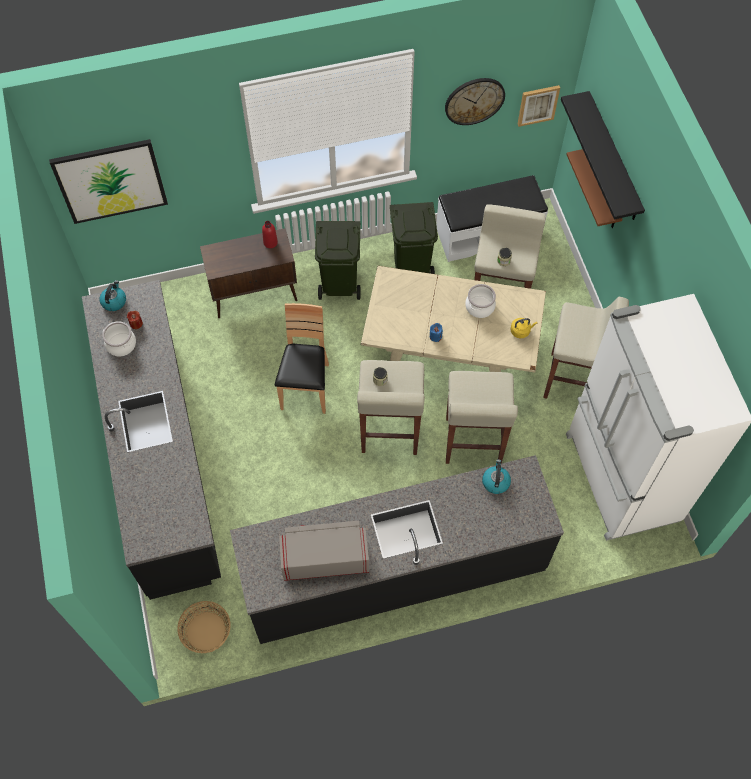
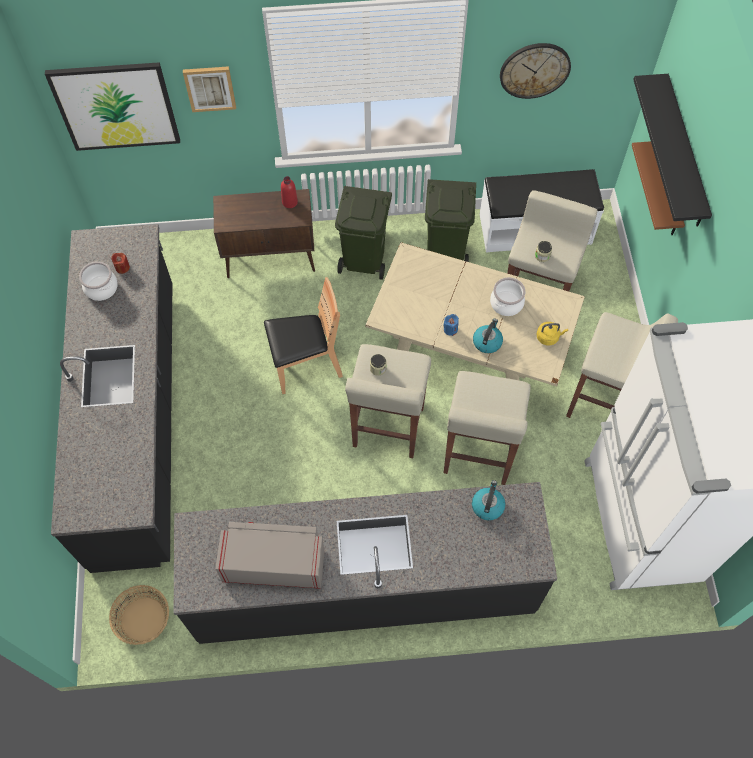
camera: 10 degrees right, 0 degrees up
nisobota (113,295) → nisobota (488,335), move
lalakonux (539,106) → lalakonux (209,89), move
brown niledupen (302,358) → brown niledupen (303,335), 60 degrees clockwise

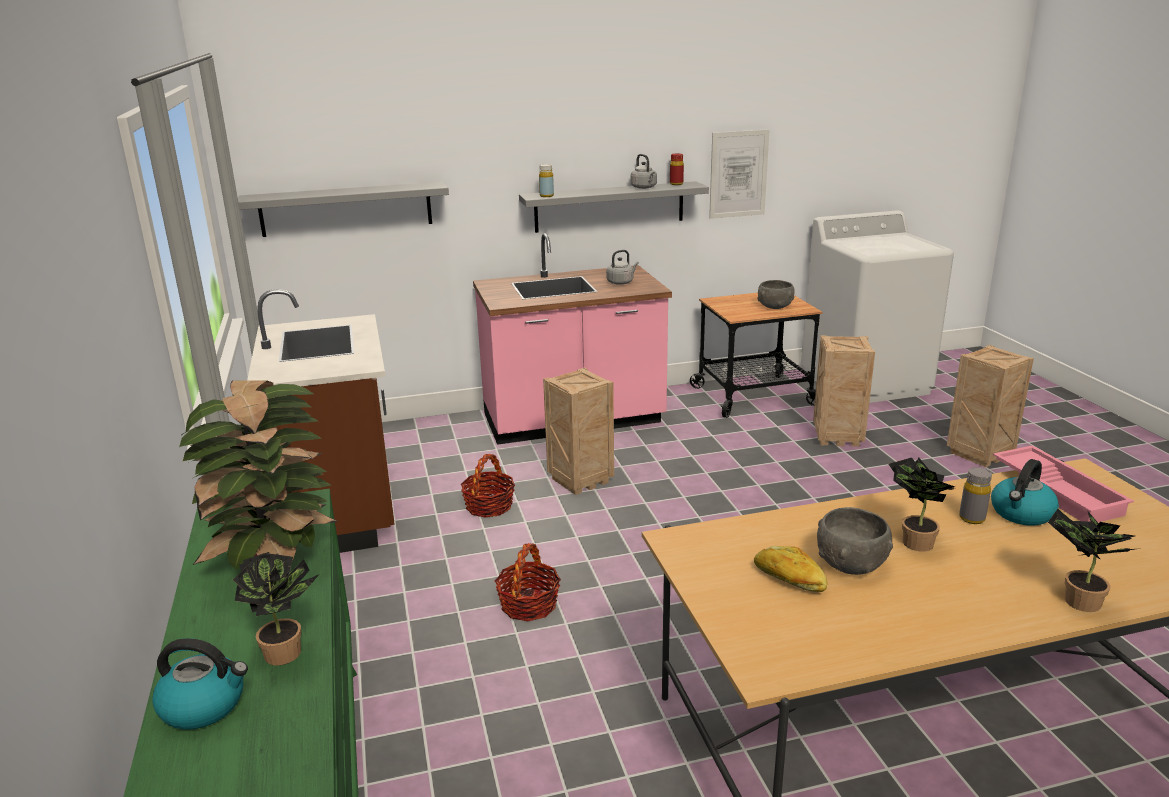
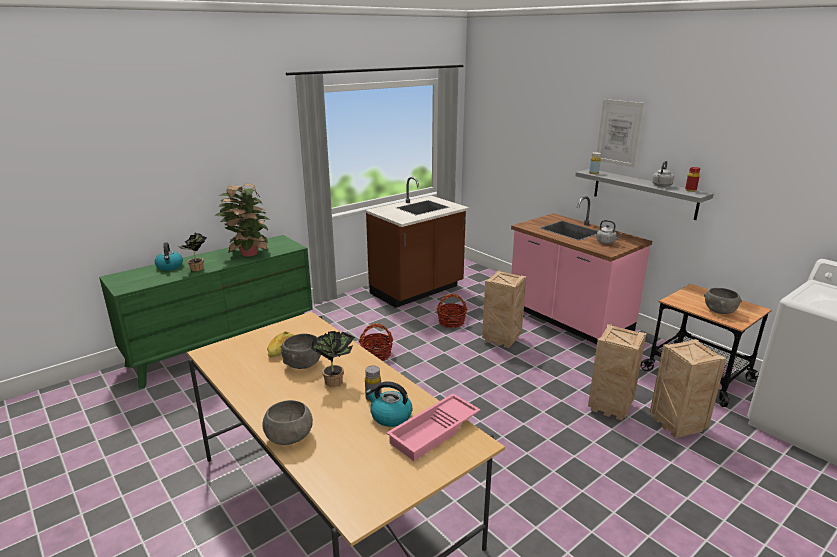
camera: 65 degrees right, 0 degrees up
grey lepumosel (343,209) → -
lalakonux (739,174) → lalakonux (620,133), move
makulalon (990,406) → makulalon (617,372), move
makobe (1094,560) → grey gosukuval (287,422)

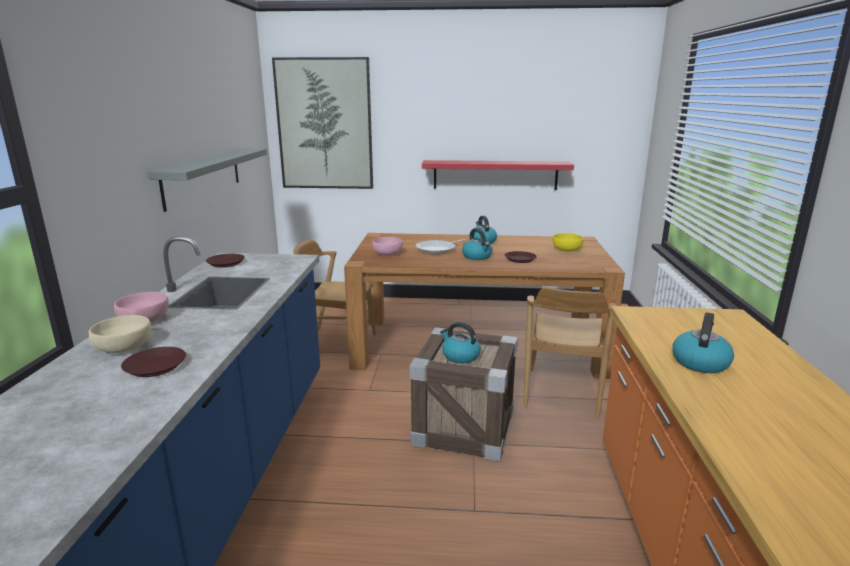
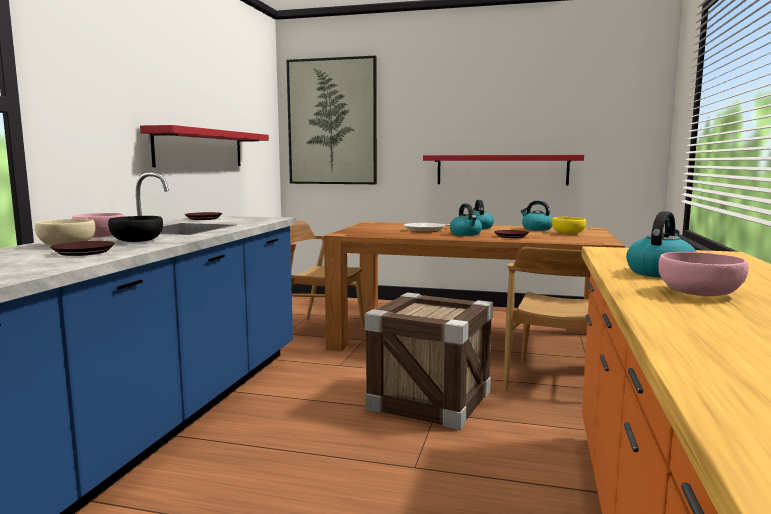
camera: 10 degrees right, 10 degrees down
- → black gosukuval (135,229)
pink gosukuval (387,246) → pink gosukuval (703,274), move
nisobota (460,342) → nisobota (536,216), move
grey lepumosel (207,180) → red lepumosel (204,146)

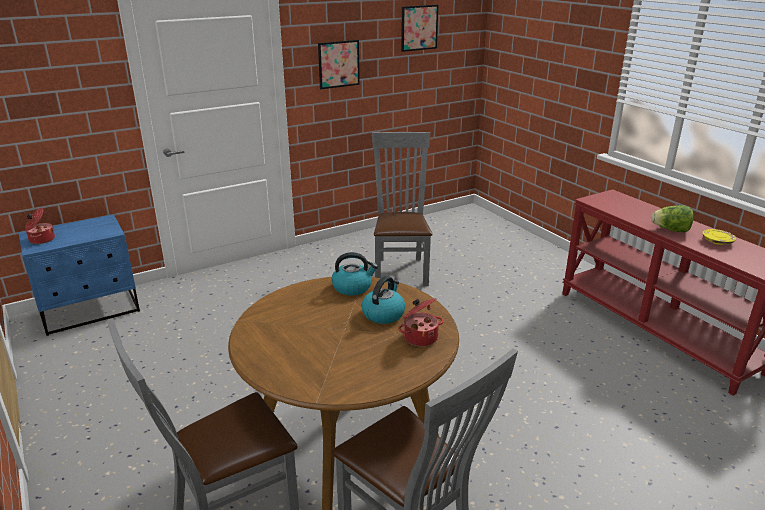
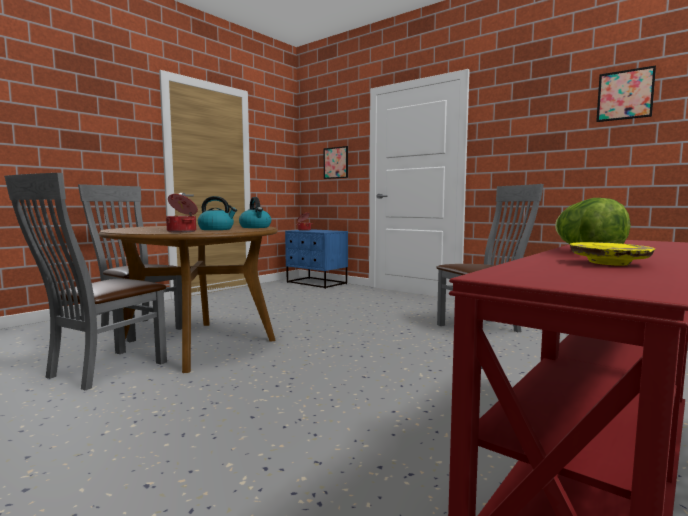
camera: 70 degrees right, 20 degrees down
lalakonux (339,64) → lalakonux (336,162), move

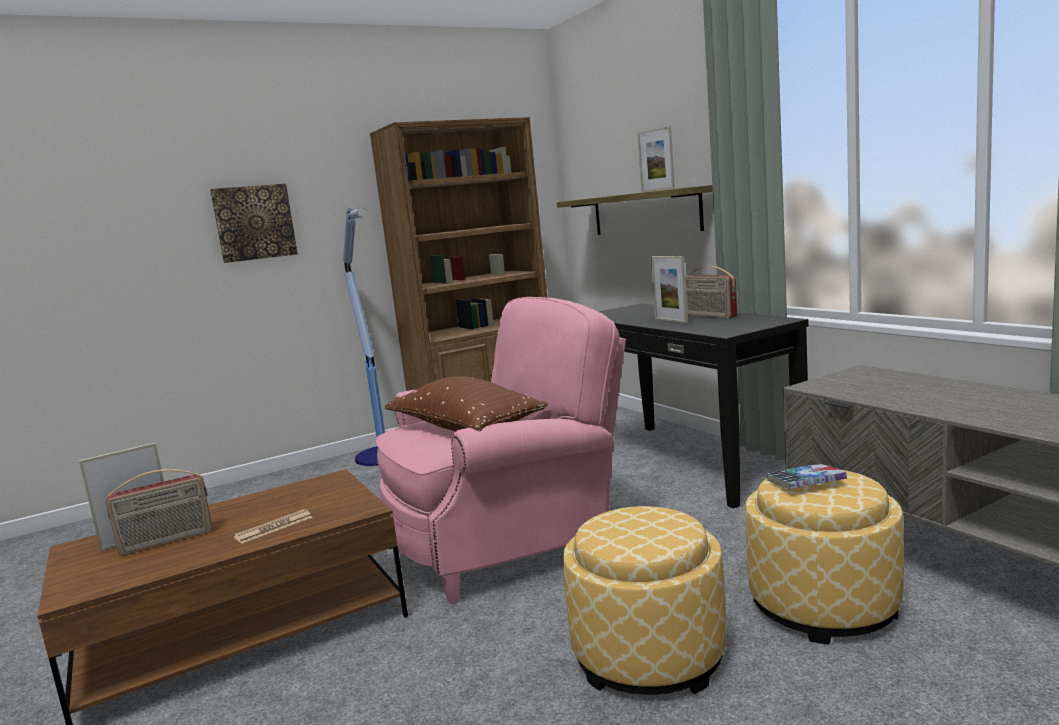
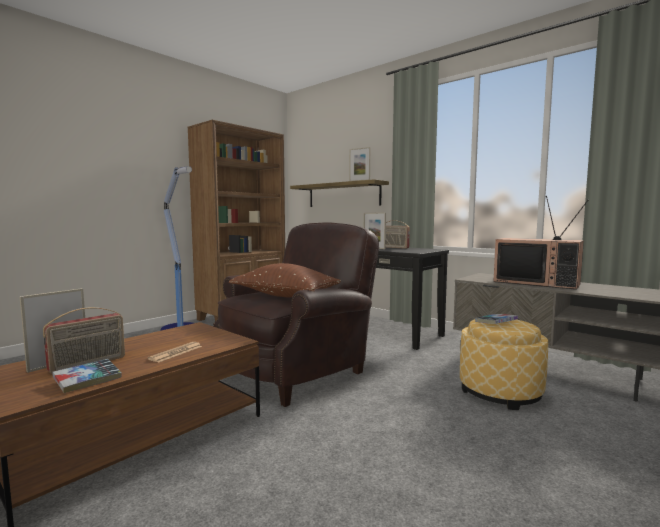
camera: 20 degrees left, 5 degrees down
lalakonux (254,223) → -
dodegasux (644,600) → -
- → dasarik (87,376)
- → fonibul (541,243)
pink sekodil (501,450) → brown sekodil (296,314)

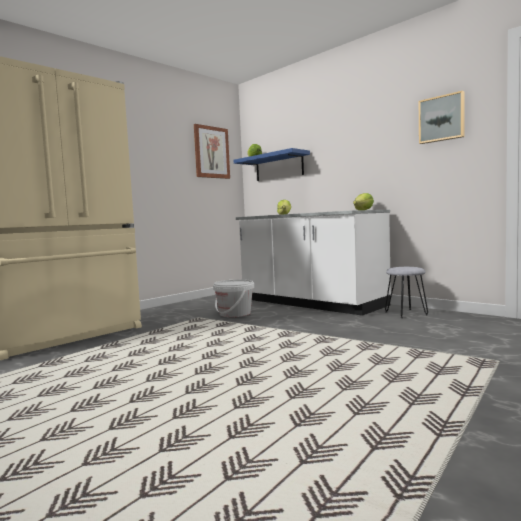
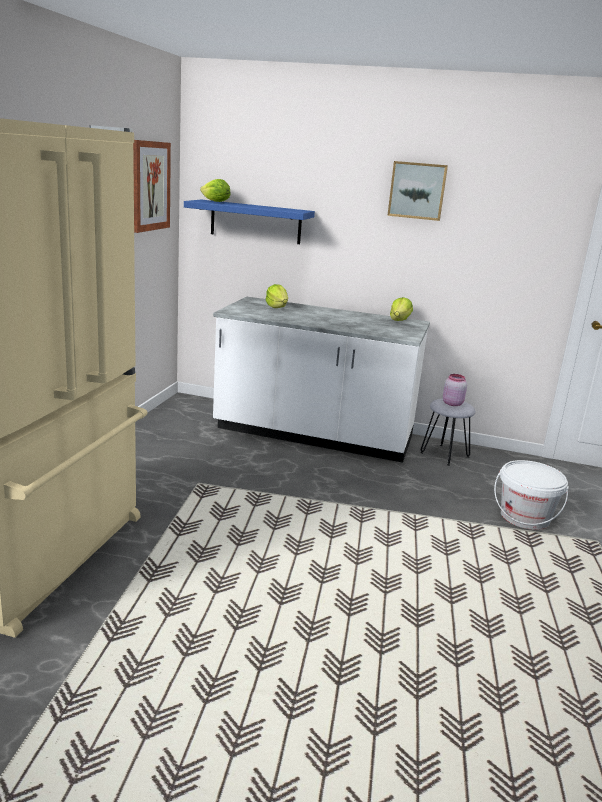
camera: 30 degrees left, 15 degrees up
- → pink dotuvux (455,390)
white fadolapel (233,298) → white fadolapel (531,495), move
lalakonux (442,117) → lalakonux (417,191), move

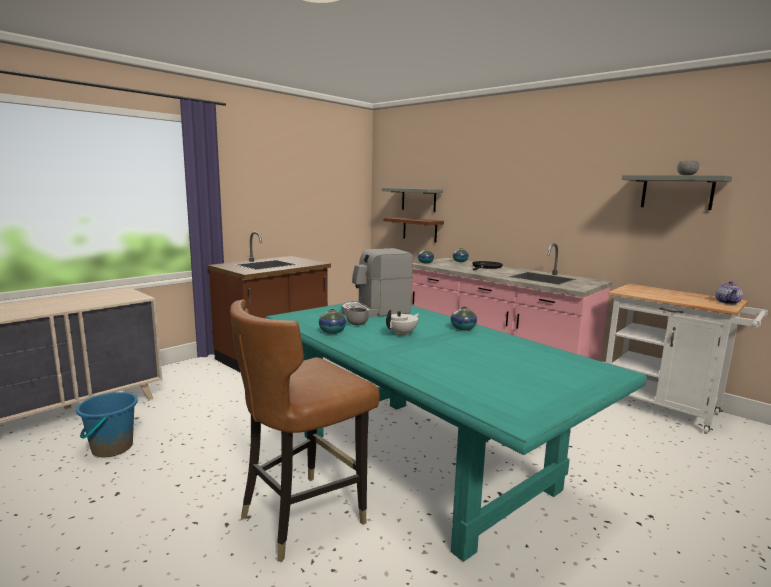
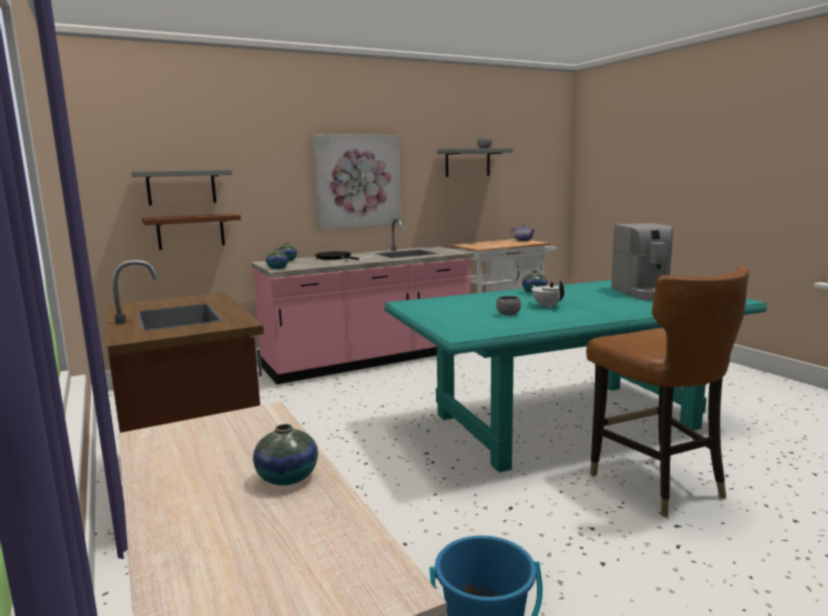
camera: 70 degrees left, 0 degrees up
- → lalakonux (356,182)
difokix (332,321) → difokix (285,454), move
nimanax (377,283) → nimanax (642,262), move

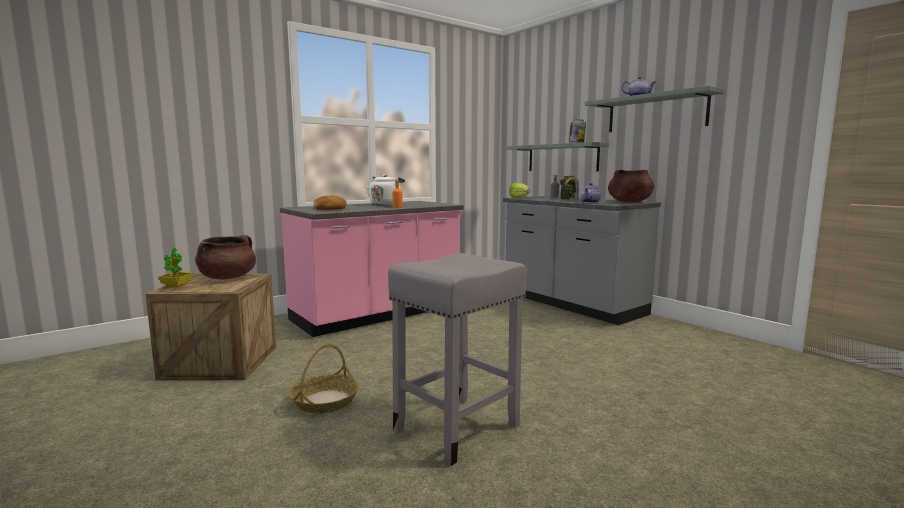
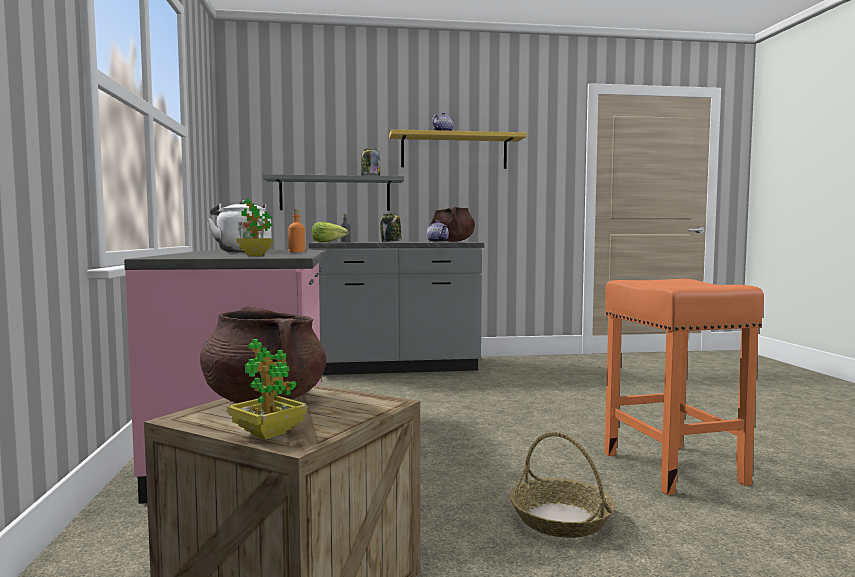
camera: 60 degrees left, 5 degrees down
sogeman (329,202) → makobe (255,227)
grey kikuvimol (457,359) → orange kikuvimol (684,387)
grey lepumosel (655,109) → yellow lepumosel (458,149)

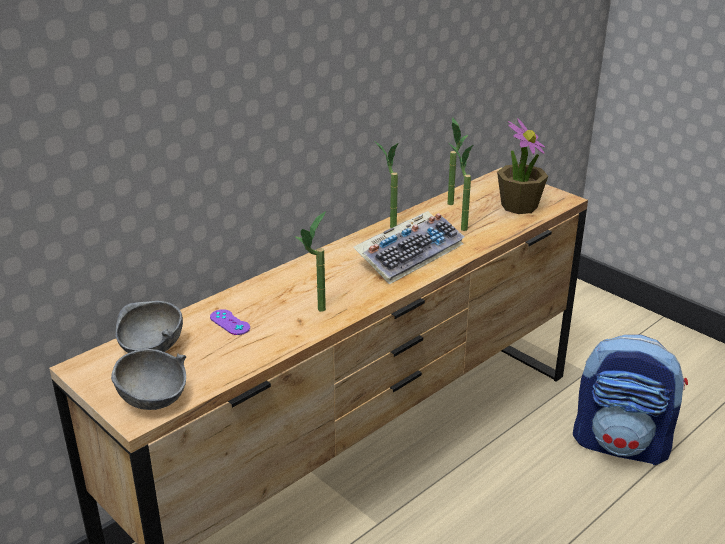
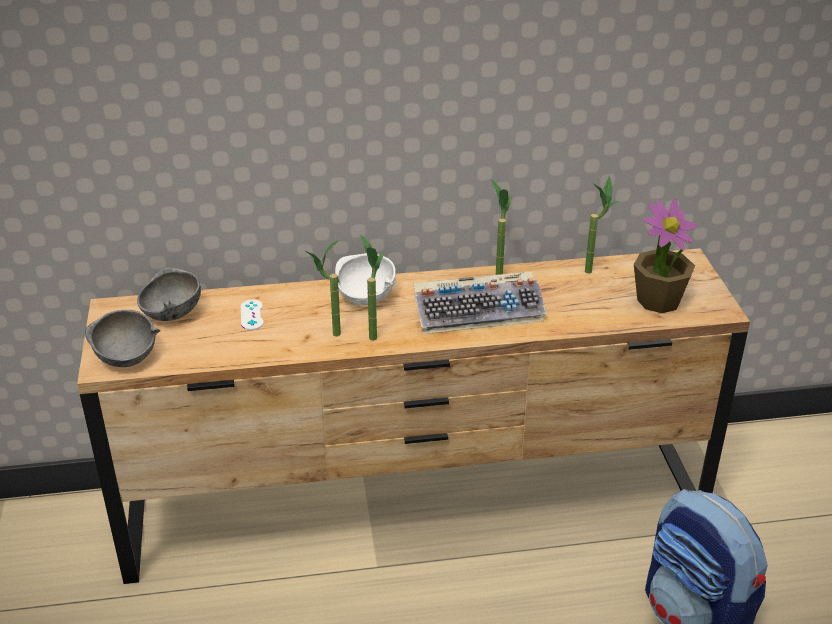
camera: 35 degrees right, 5 degrees up
- → white gosukuval (365,279)
makobe (461,187) → makobe (372,288), move
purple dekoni (230,322) → white dekoni (252,315)

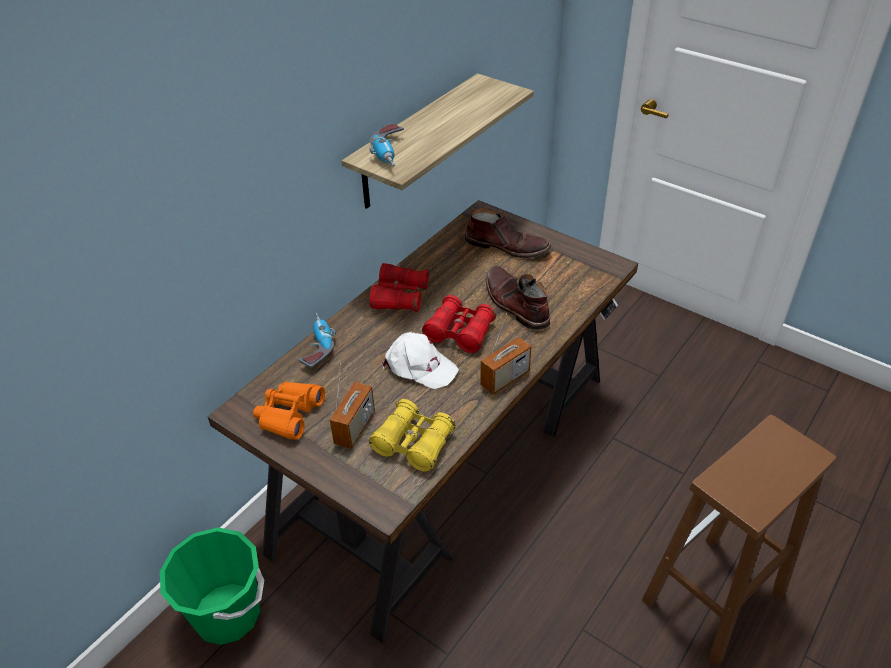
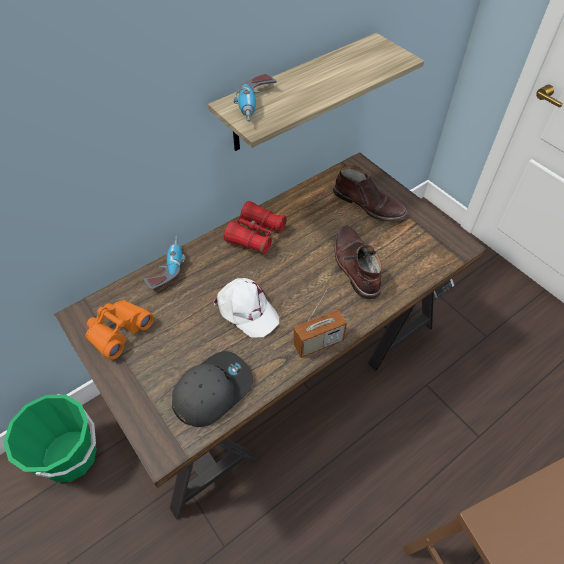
camera: 15 degrees right, 10 degrees up
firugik (352,406) → -
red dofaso (459,324) → -
yellow dofaso (412,435) → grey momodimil (212,389)

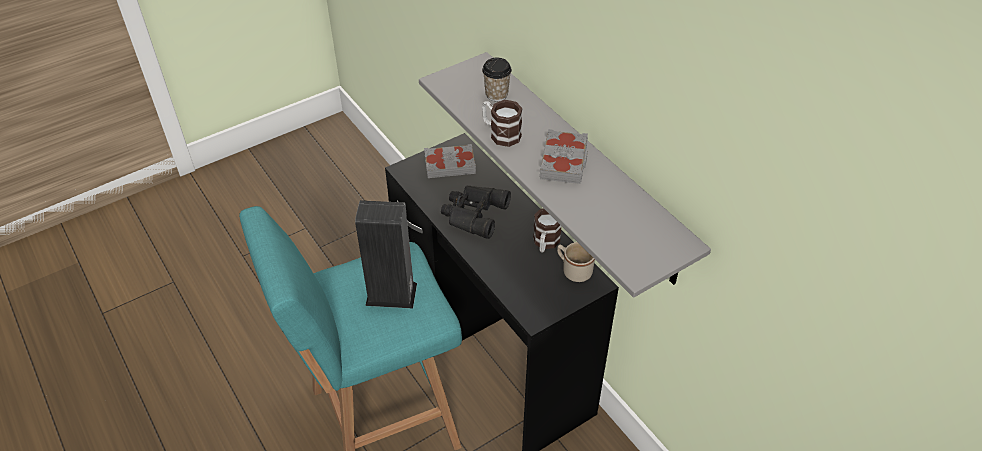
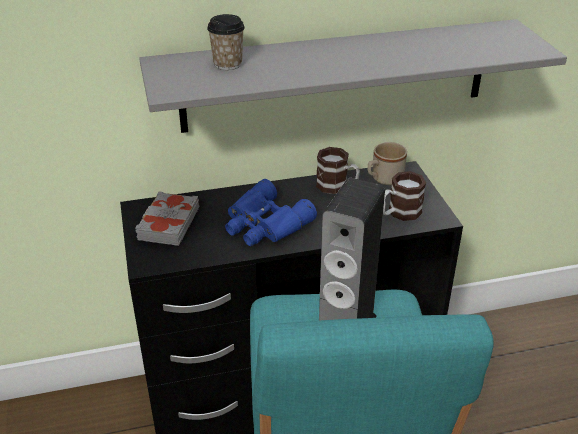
camera: 70 degrees left, 10 degrees down
grey dasarik (563,156) → -
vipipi (502,123) → vipipi (404,196), move
black dofaso (476,212) → blue dofaso (271,212)

